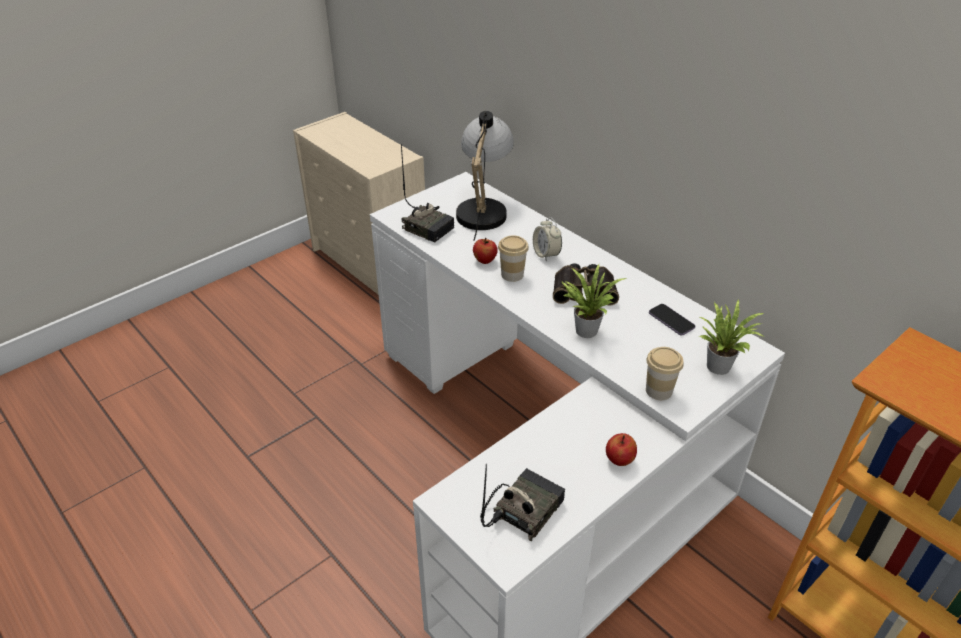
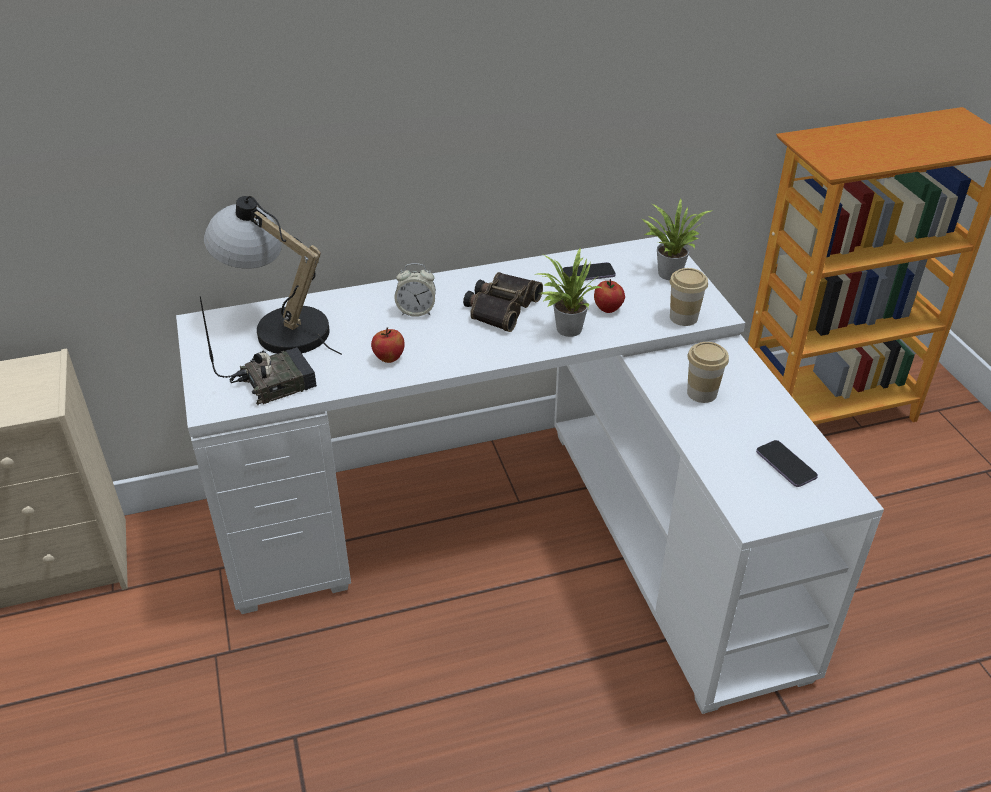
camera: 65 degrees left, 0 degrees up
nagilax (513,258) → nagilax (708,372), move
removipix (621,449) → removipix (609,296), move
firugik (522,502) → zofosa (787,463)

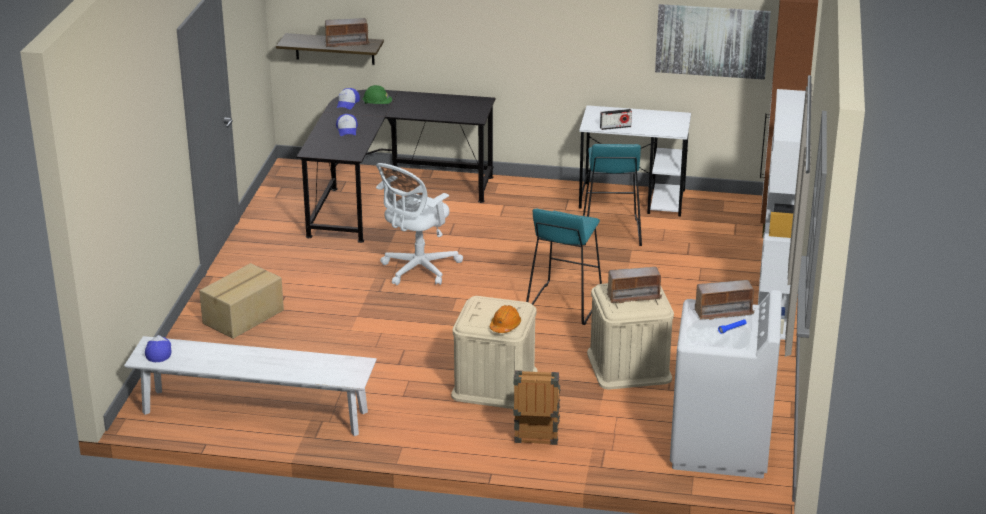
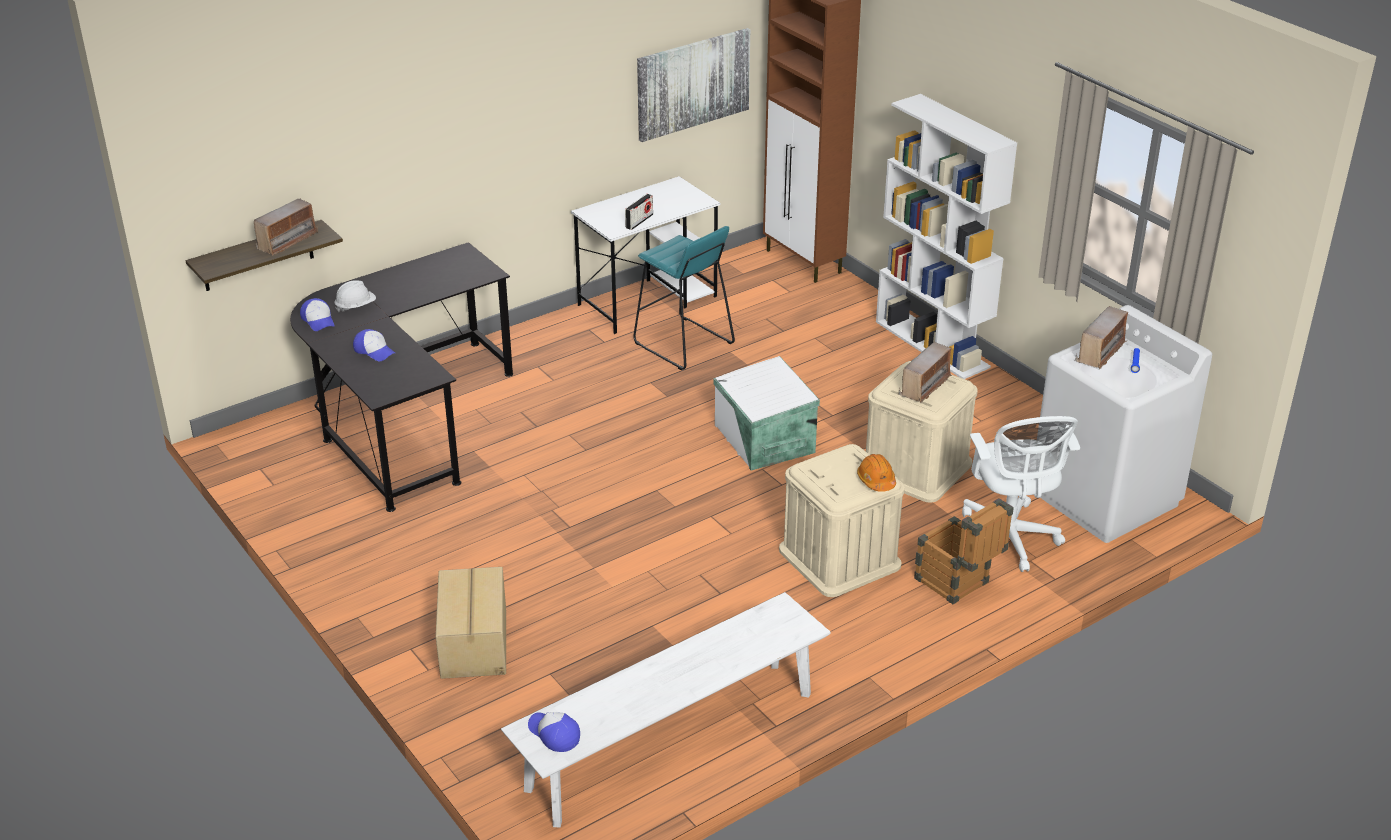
camera: 45 degrees left, 5 degrees up
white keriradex (419,224) → white keriradex (1021,494), move
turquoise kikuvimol (564,266) → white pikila (767,413)
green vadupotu (377,94) → white vadupotu (355,296)

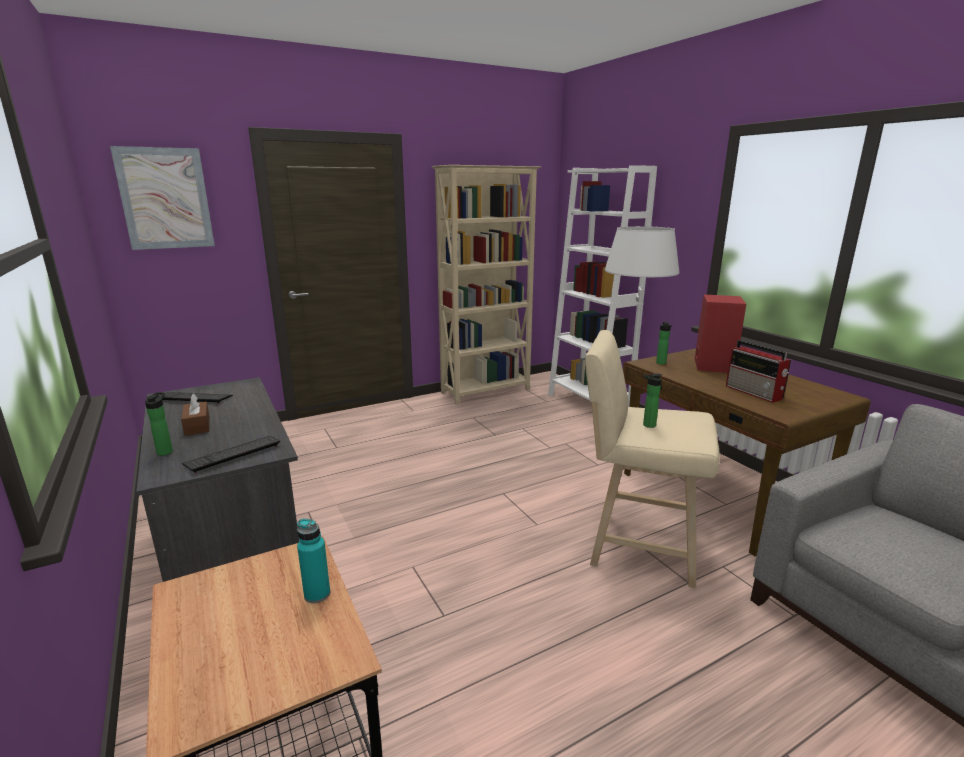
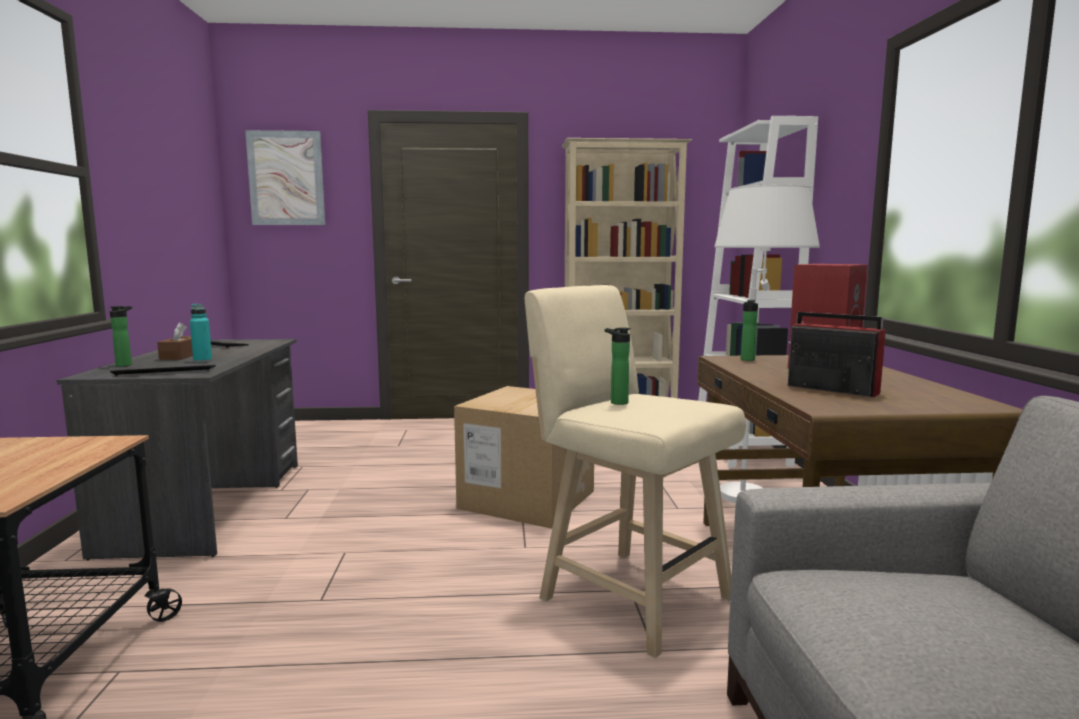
camera: 25 degrees right, 10 degrees down
- → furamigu (524,457)
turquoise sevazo (313,561) → turquoise sevazo (201,333), move
firugik (758,371) → firugik (837,355), 135 degrees clockwise

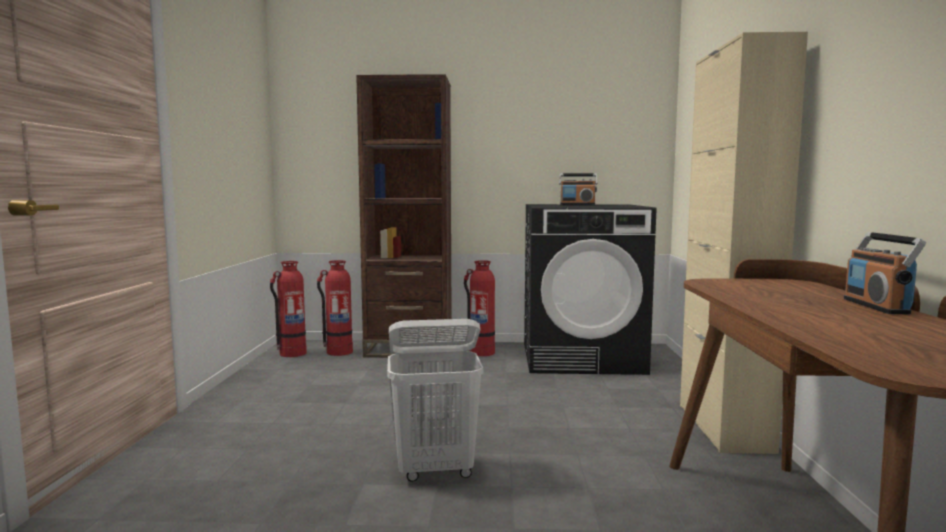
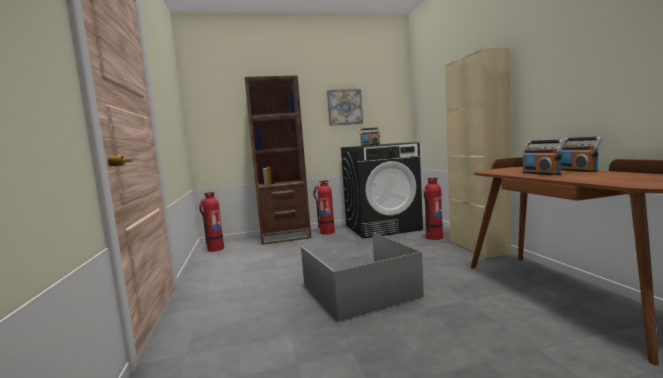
camera: 15 degrees left, 0 degrees up
- → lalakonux (345,107)
- → firugik (543,157)
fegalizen (335,308) → fegalizen (433,209), move
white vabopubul (435,400) → grey pikila (362,277)

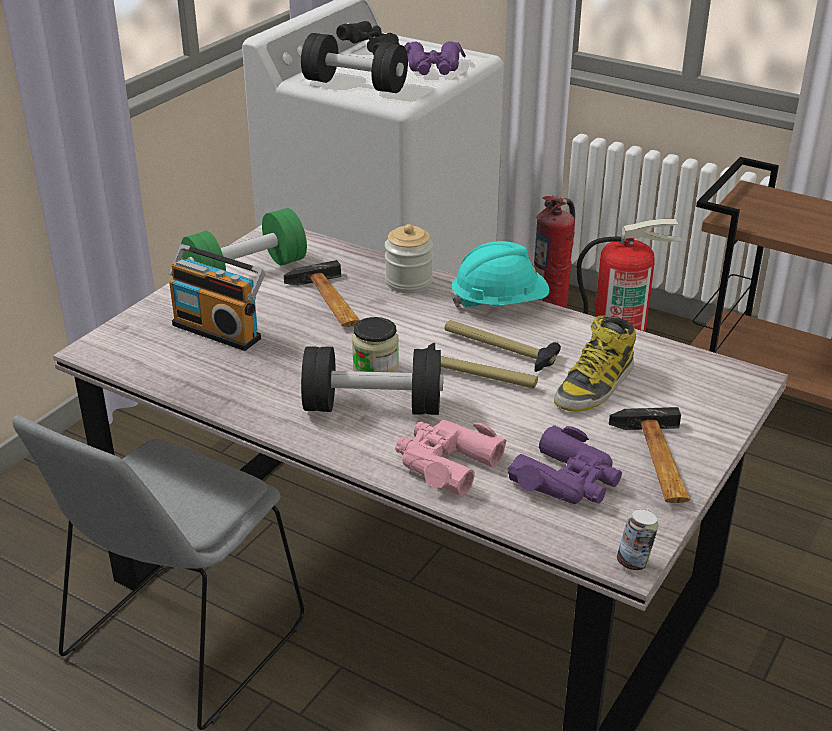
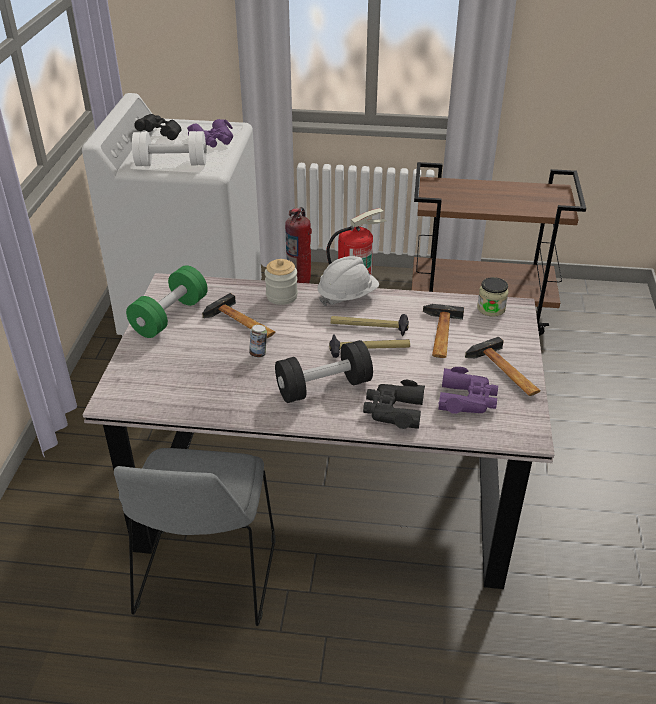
camera: 25 degrees left, 5 degrees up
firugik (217,297) → -
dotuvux (375,345) → dotuvux (492,297), move
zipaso (638,540) → zipaso (258,341), move
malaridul (595,363) → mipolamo (443,331)
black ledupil (354,63) → white ledupil (169,148)
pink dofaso (451,458) → black dofaso (394,404)
turquoise vadupotu (500,275) → white vadupotu (348,281)

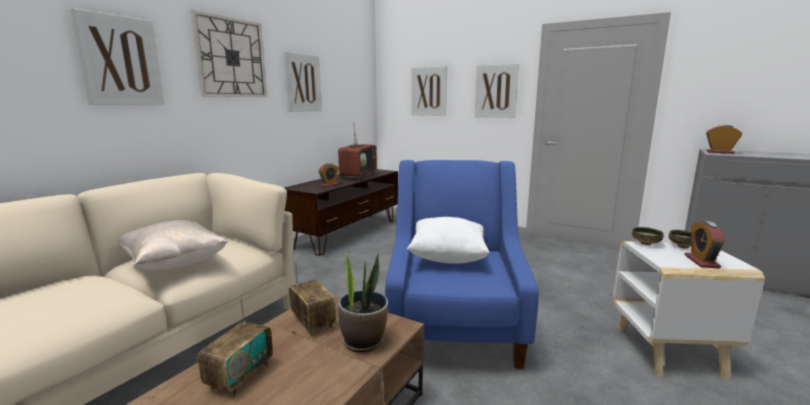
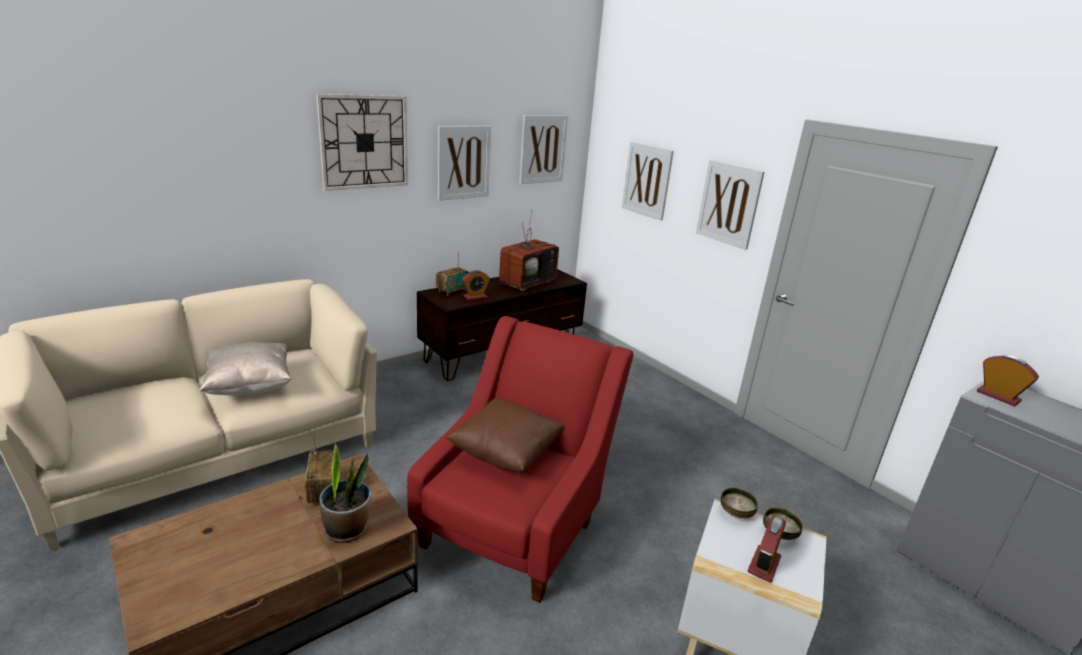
camera: 20 degrees right, 10 degrees up
lalakonux (117,56) → lalakonux (543,149), move
firugik (235,345) → firugik (452,274), move
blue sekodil (462,264) → red sekodil (520,459)
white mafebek (448,240) → brown mafebek (505,435)

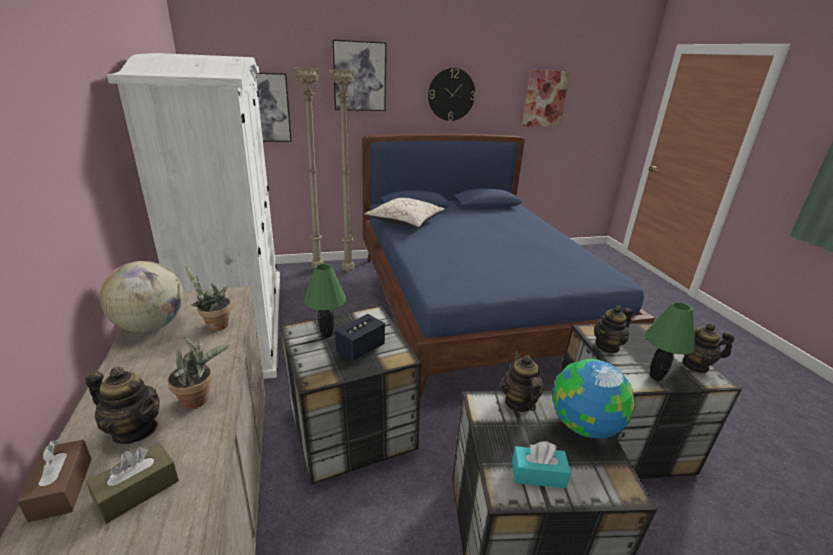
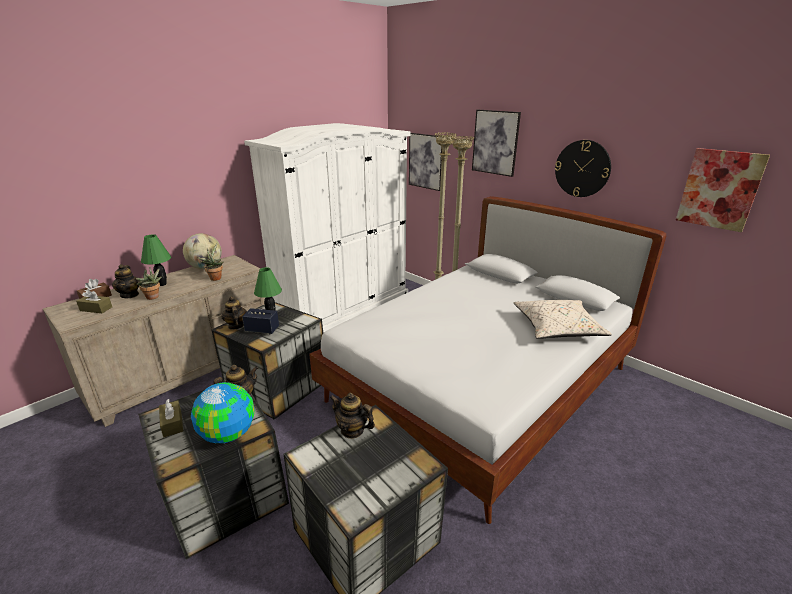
camera: 60 degrees right, 0 degrees up
beige mafebek (405,213) → beige mafebek (562,319), move
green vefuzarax (670,341) → green vefuzarax (156,260), move
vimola (708,348) → vimola (234,313), move
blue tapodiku (508,265) → white tapodiku (487,360)
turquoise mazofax (541,465) → brown mazofax (171,418)

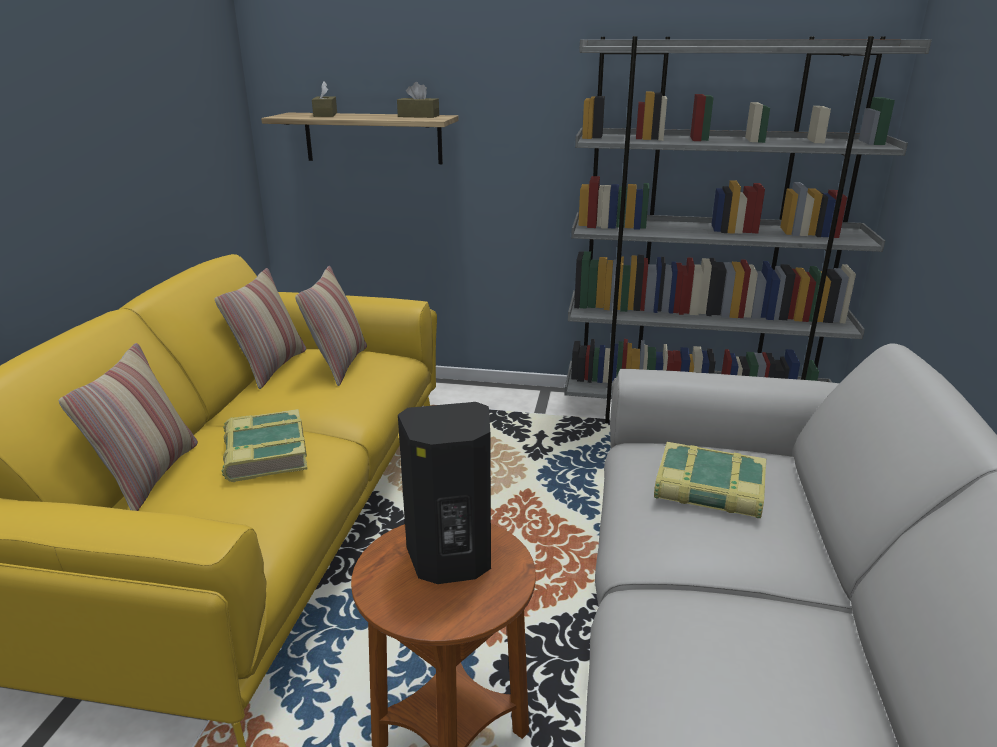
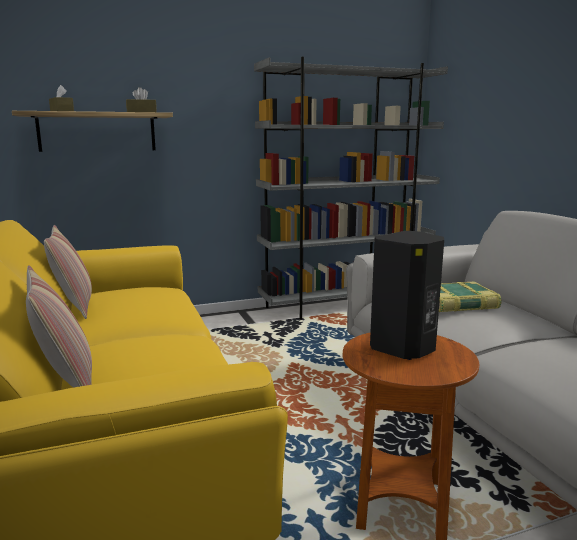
camera: 30 degrees left, 10 degrees down
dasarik (265,445) → -
mafebek (331,326) → -

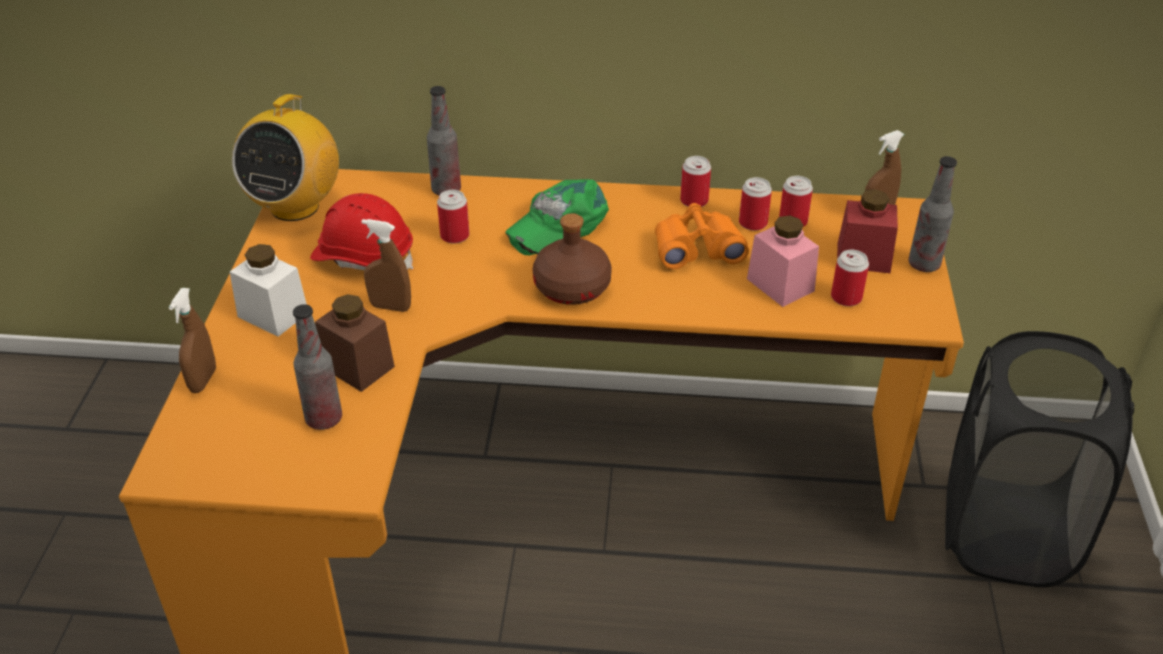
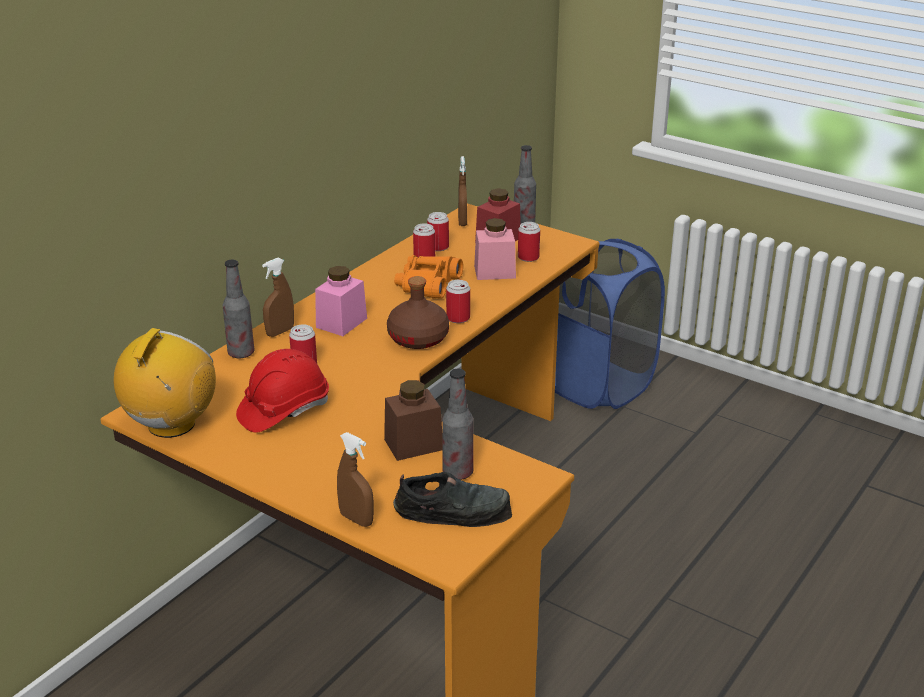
camera: 60 degrees left, 10 degrees down
white dotuvux (268,290) → -
- → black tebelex (452,499)
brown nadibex (386,265) → brown nadibex (278,297), move
zipaso (695,181) → zipaso (458,301), move
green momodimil (557,217) → pink dotuvux (341,301)
black vabopubul (1039,459) → blue vabopubul (610,323)
firugik (285,157) → firugik (165,383), 120 degrees counterclockwise

